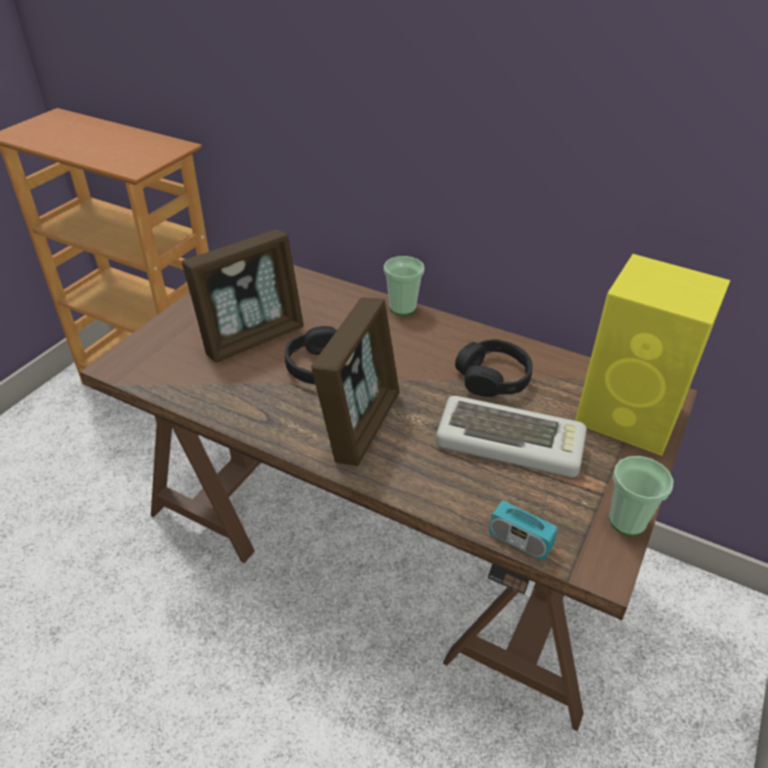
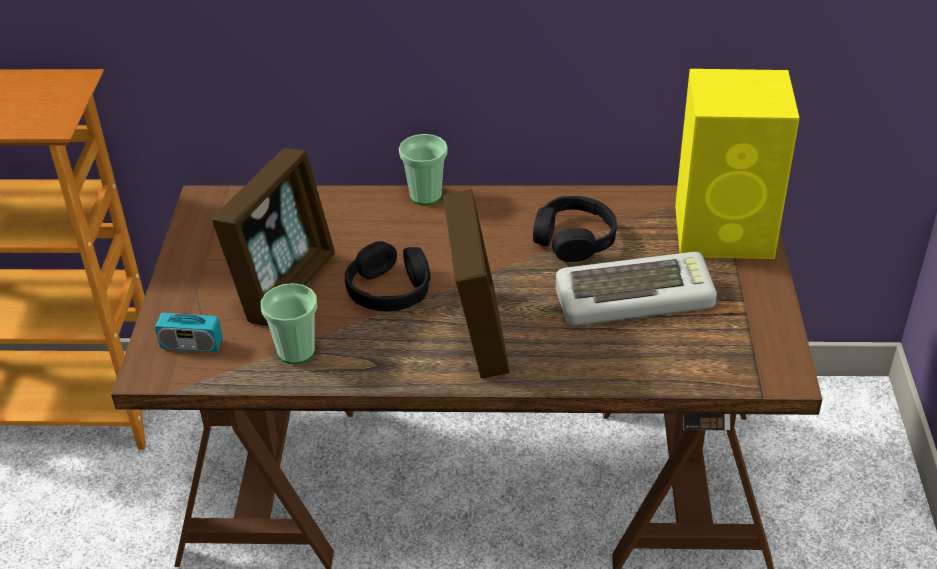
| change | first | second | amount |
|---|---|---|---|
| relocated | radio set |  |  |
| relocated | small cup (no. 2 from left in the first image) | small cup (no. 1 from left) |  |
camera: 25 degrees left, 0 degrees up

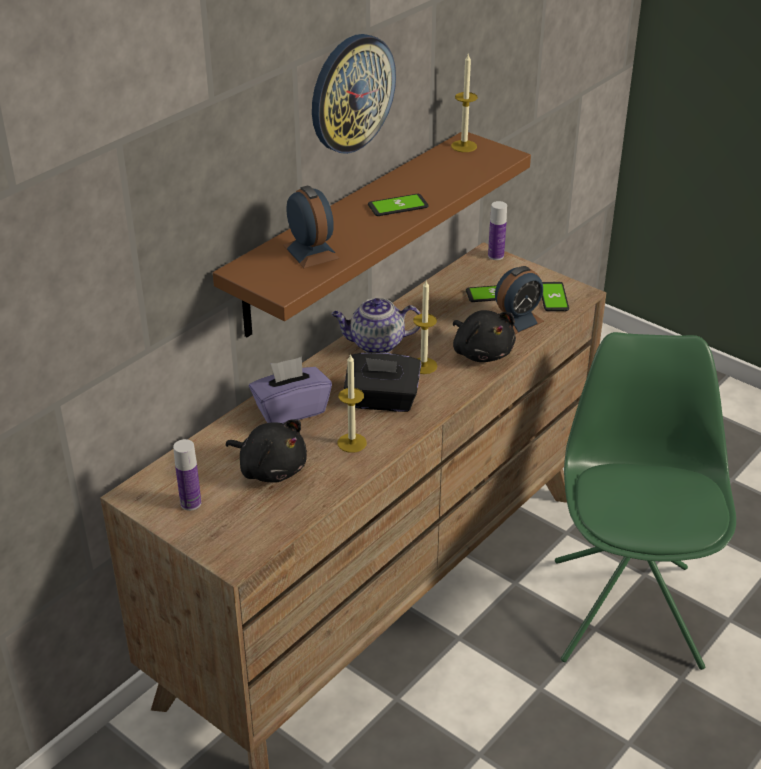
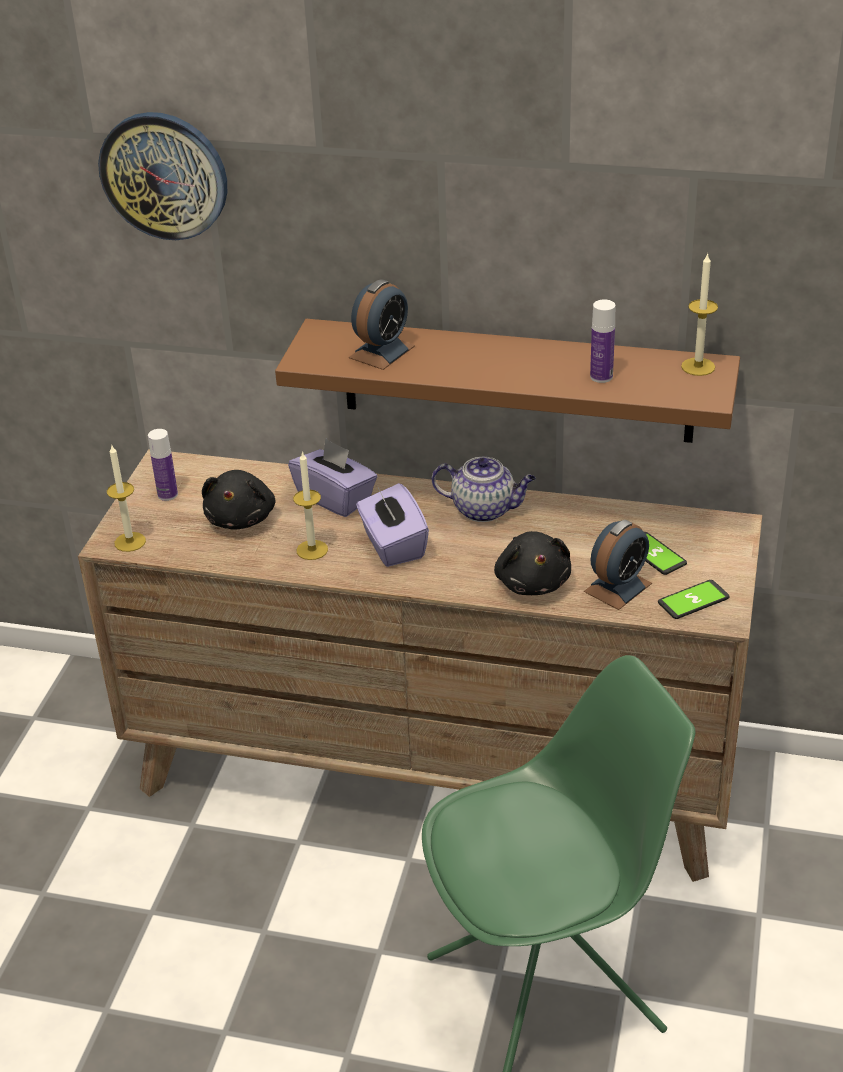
| change | first | second | amount |
|---|---|---|---|
| relocated | wall clock |  |  |
| spun | tea pot |  | 135 degrees clockwise |
| colour | box of tissues/black-coloured | box of tissues/purple-coloured (no. 2 from left) |  |
| missing | telephone (no. 1 from left) |  |  |
| relocated | wax light (no. 2 from left in the first image) | wax light (no. 1 from left) |  |
| spun | cuddly toy/black-coloured (no. 2 from left) |  | 45 degrees counterclockwise |
| relocated | bottle (no. 2 from left) |  |  |
| spun | alarm clock (no. 2 from left) |  | 75 degrees counterclockwise |
camera: 65 degrees right, 0 degrees up

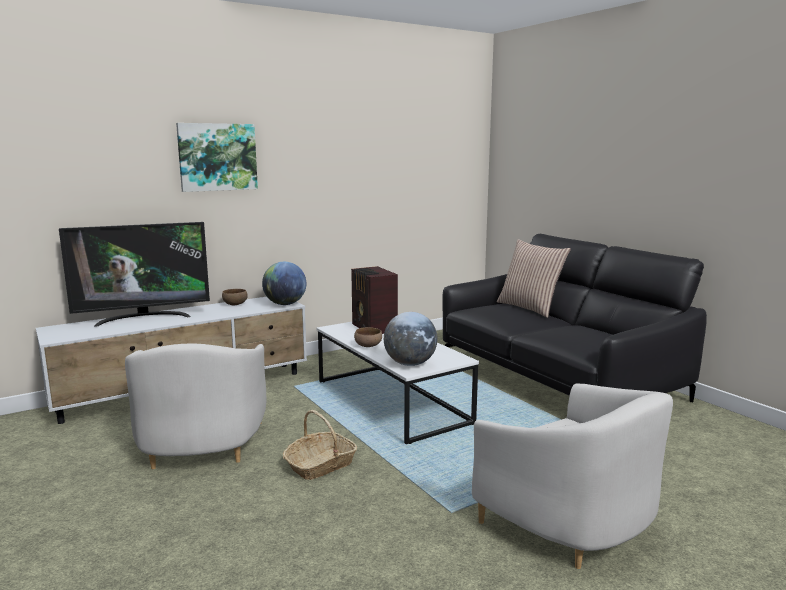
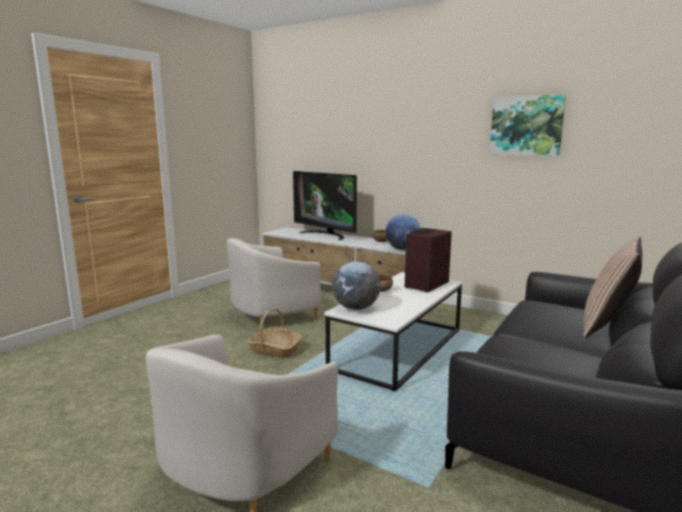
| change | first | second | amount |
|---|---|---|---|
| relocated | picture |  |  |
camera: 65 degrees right, 0 degrees up

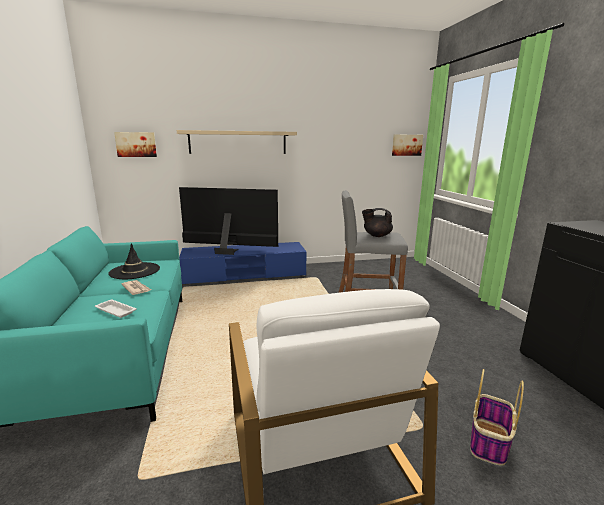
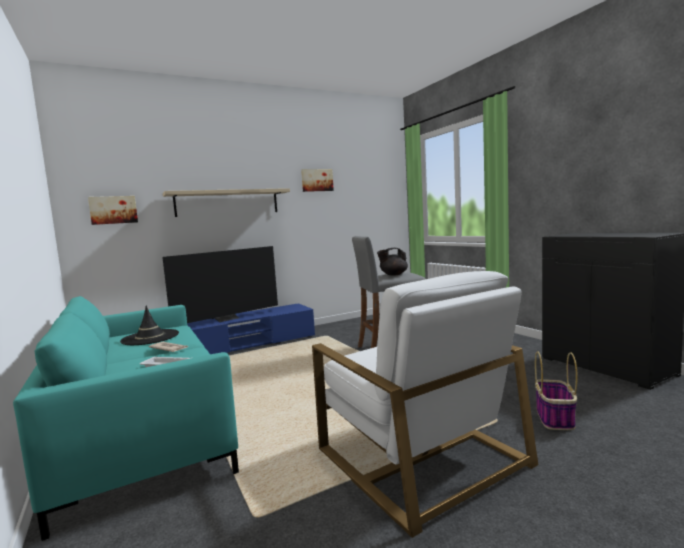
| change | first | second | amount |
|---|---|---|---|
| spun | TV set |  | 150 degrees clockwise |
| relocated | picture (no. 2 from left) |  |  |
camera: 15 degrees left, 10 degrees down

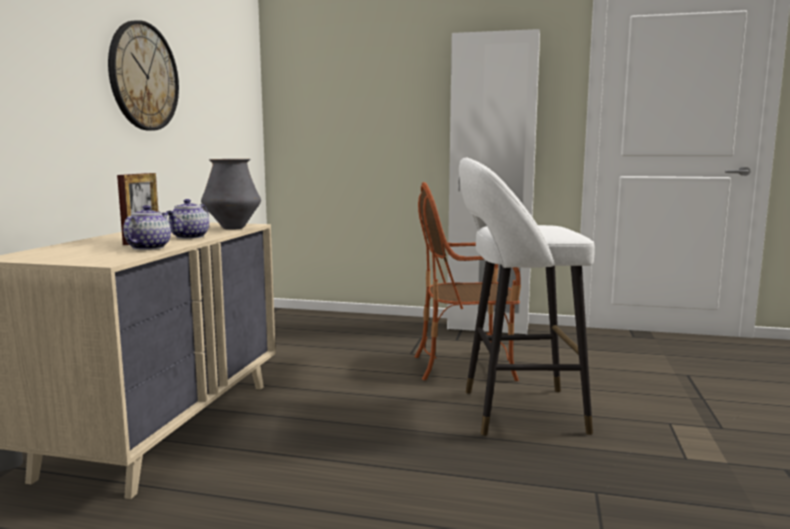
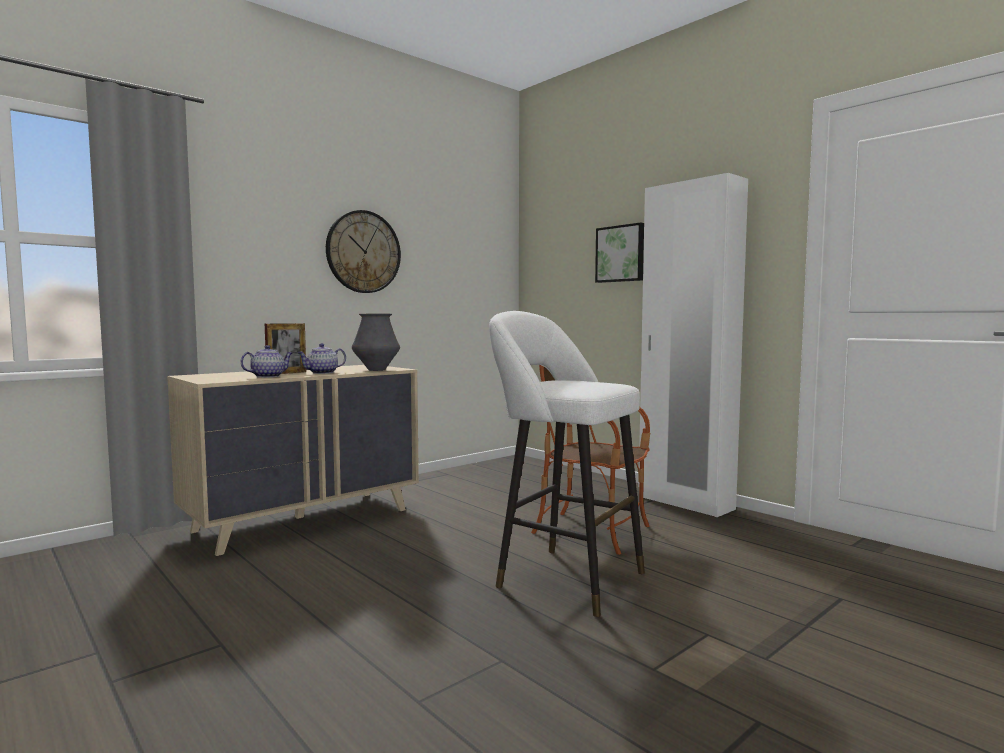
| change | first | second | amount |
|---|---|---|---|
| appeared |  | picture |  |
camera: 35 degrees right, 5 degrees down

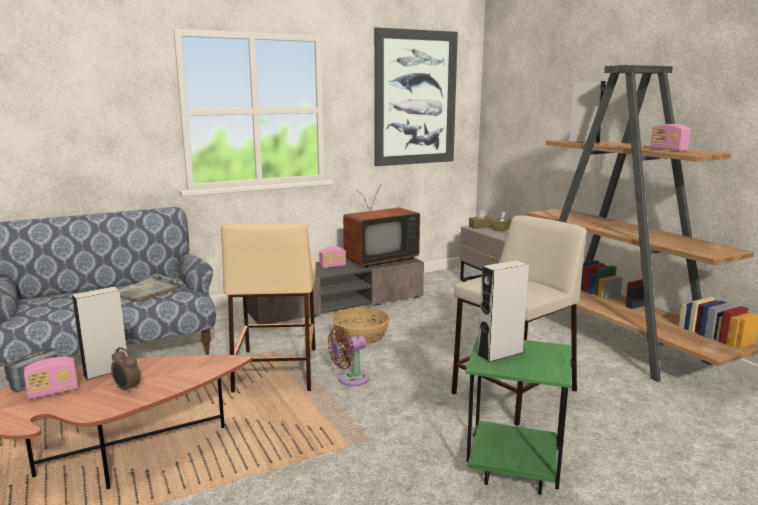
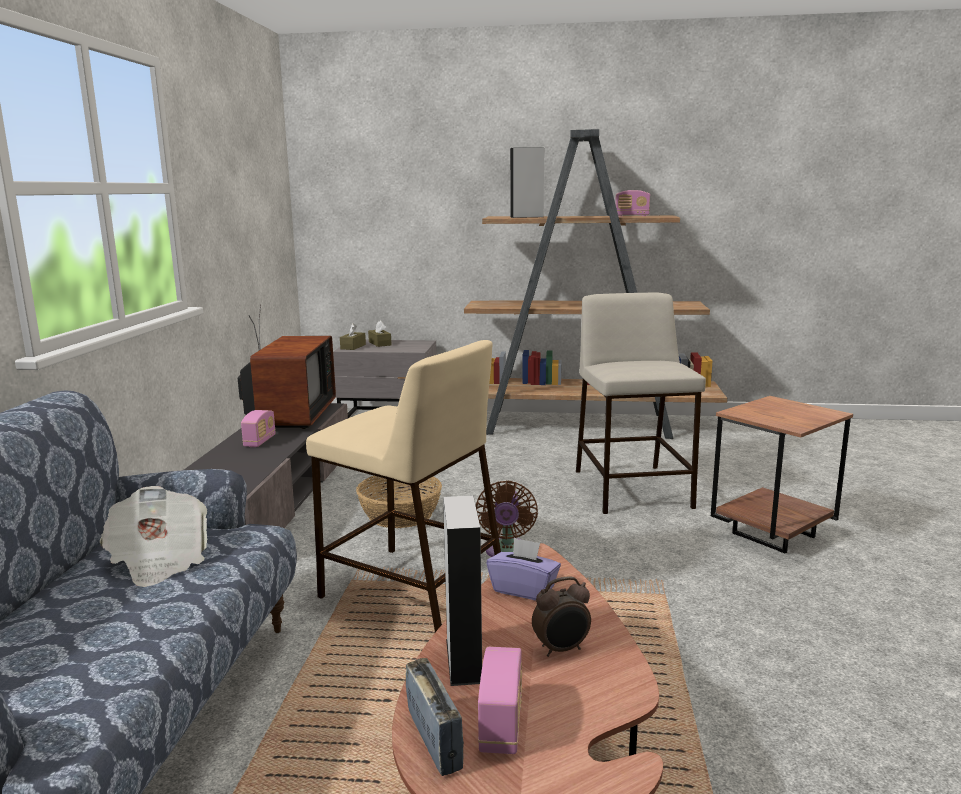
| change | first | second | amount |
|---|---|---|---|
| exchanged | serving tray/greyish | daily paper |  |
| missing | picture |  |  |
| colour | end table/greenish | end table/brownish |  |
| missing | speaker/greyish (no. 2 from left) |  |  |
| appeared |  | box of tissues/purple-coloured |  |
camera: 55 degrees left, 0 degrees up

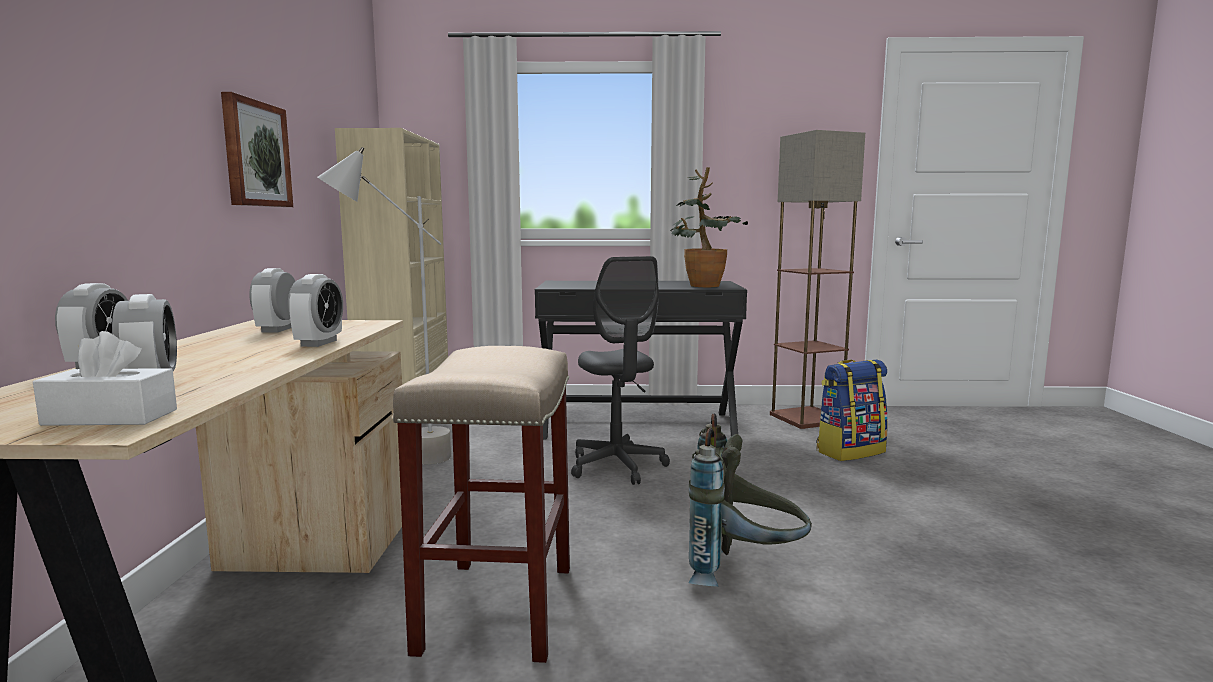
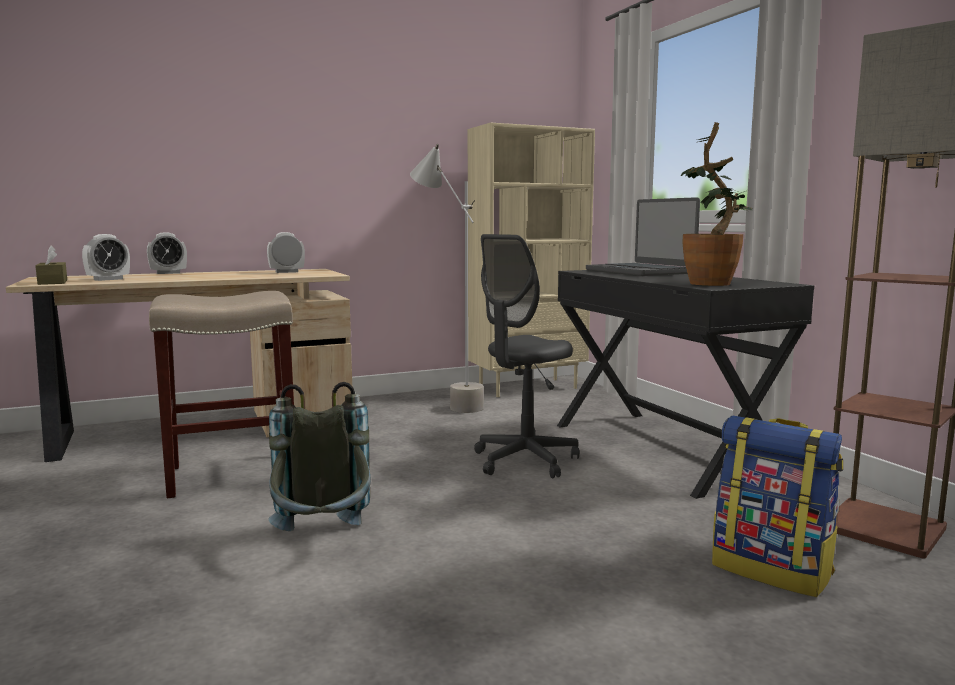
| change | first | second | amount |
|---|---|---|---|
| colour | box of tissues/white | box of tissues/brownish |  |
| missing | picture |  |  |
| missing | alarm clock (no. 4 from left) |  |  |
| appeared |  | laptop |  |
camera: 65 degrees right, 0 degrees up

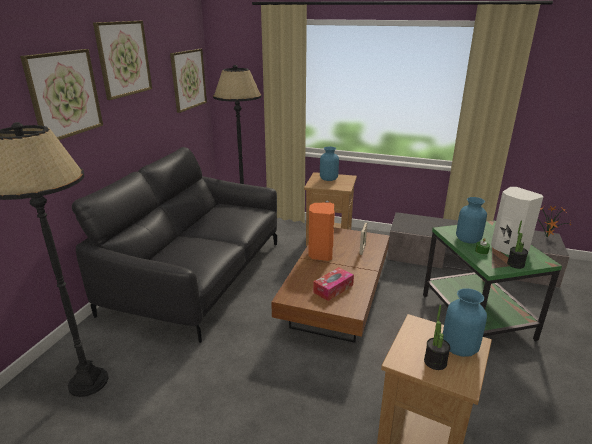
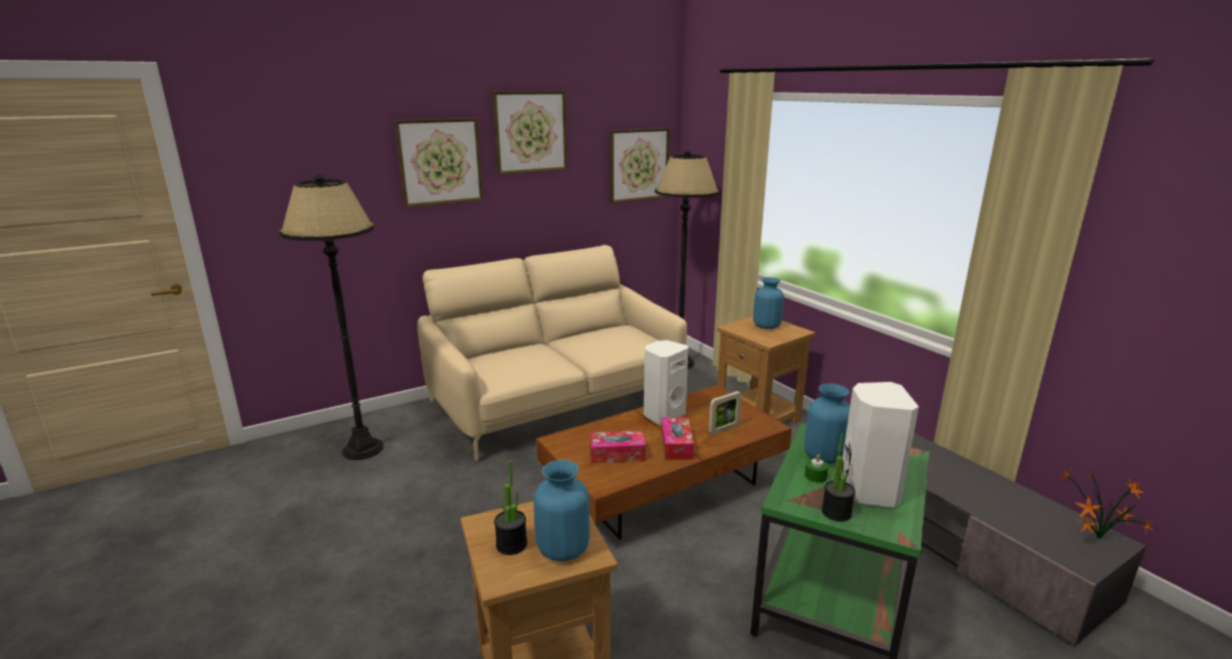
| change | first | second | amount |
|---|---|---|---|
| colour | sofa/black-coloured | sofa/beige |  |
| colour | speaker/orange | speaker/white (no. 1 from left) |  |
| appeared |  | box of tissues (no. 2 from left) |  |
camera: 40 degrees right, 5 degrees down

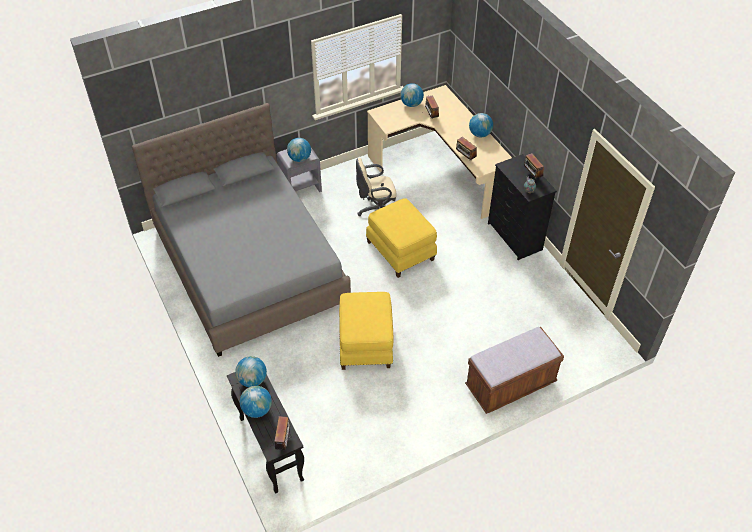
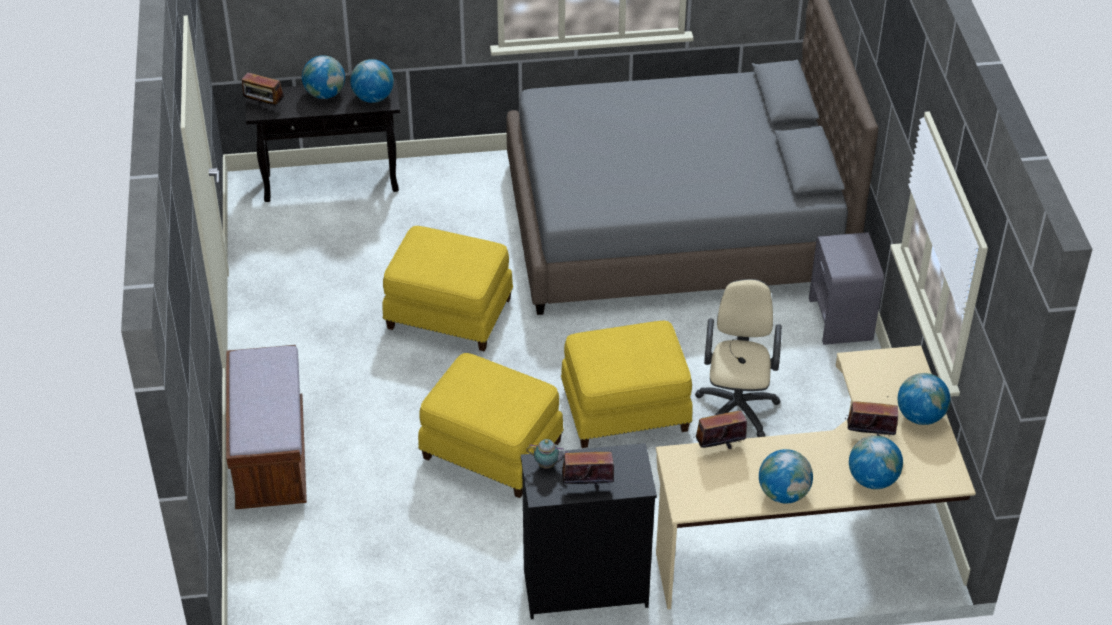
| change | first | second | amount |
|---|---|---|---|
| relocated | world globe (no. 3 from left in the first image) | world globe (no. 4 from left) |  |
| appeared |  | ottoman/yellow-coloured (no. 2 from left) |  |
camera: 110 degrees right, 5 degrees down

